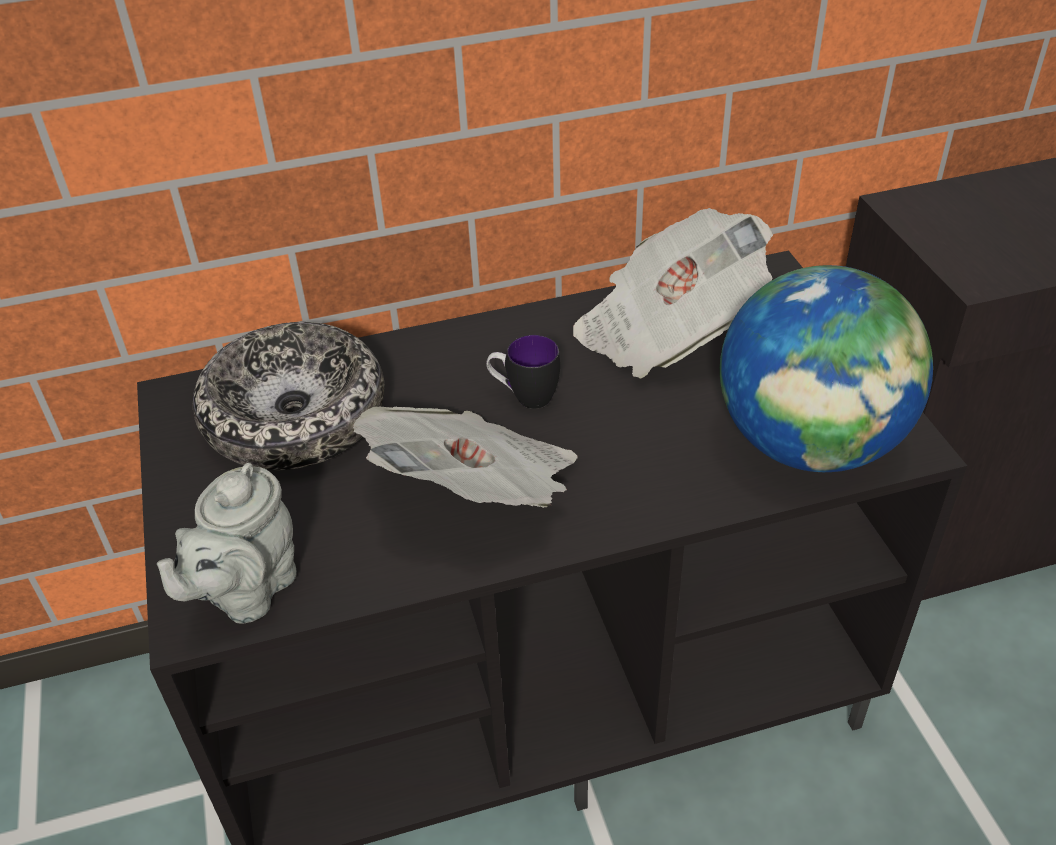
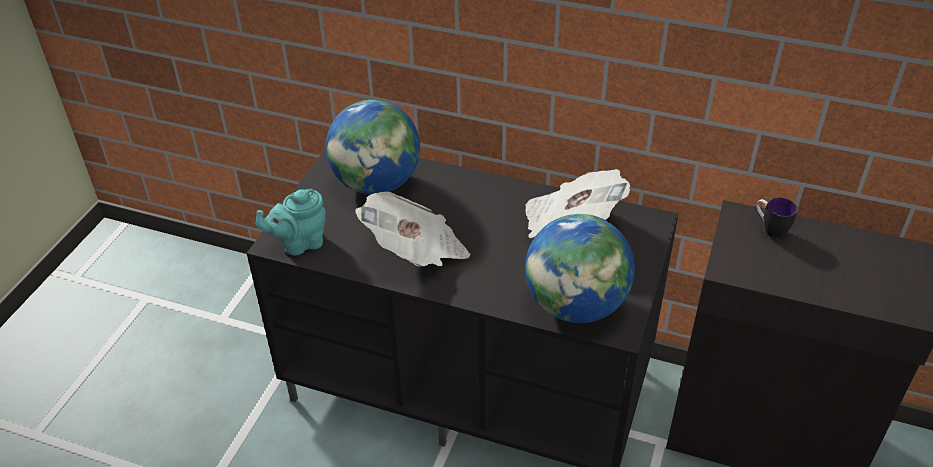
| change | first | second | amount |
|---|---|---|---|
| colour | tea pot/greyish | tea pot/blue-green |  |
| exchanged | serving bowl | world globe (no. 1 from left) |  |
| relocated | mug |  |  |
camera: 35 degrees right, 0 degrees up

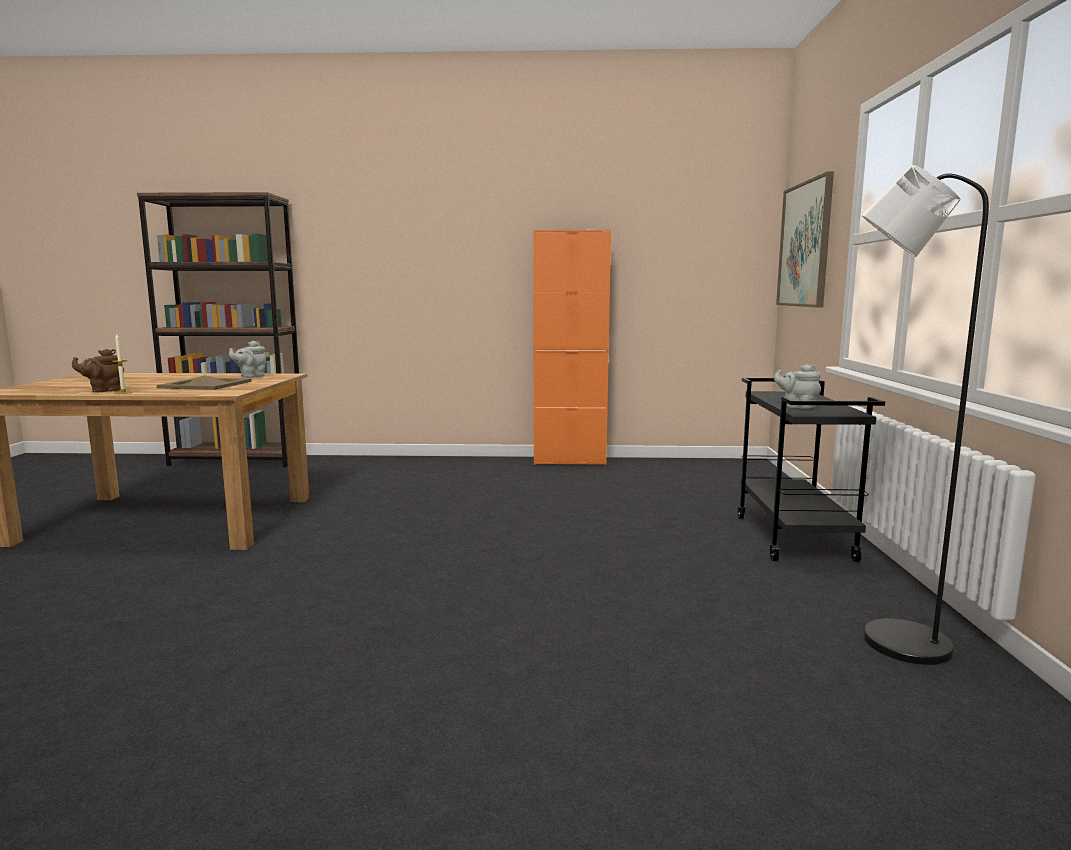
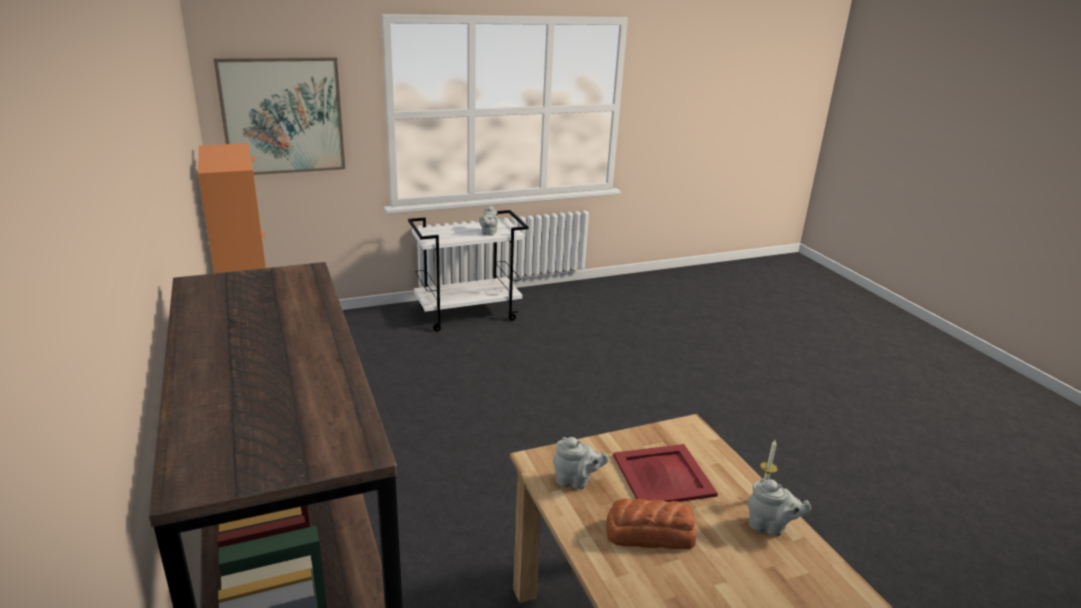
| change | first | second | amount |
|---|---|---|---|
| colour | tea pot/brownish | tea pot/greyish (no. 3 from left) |  |
| colour | serving tray/beige | serving tray/red-coloured |  |
| colour | trolley/black-coloured | trolley/white |  |
| missing | standing lamp/black-coloured |  |  |
| appeared |  | baked bread |  |
camera: 115 degrees left, 15 degrees up

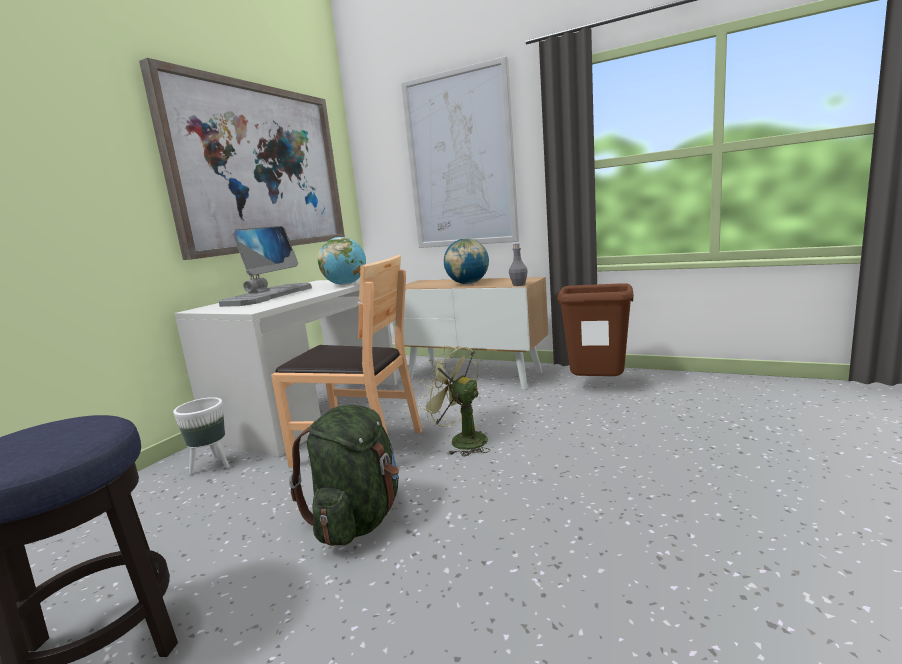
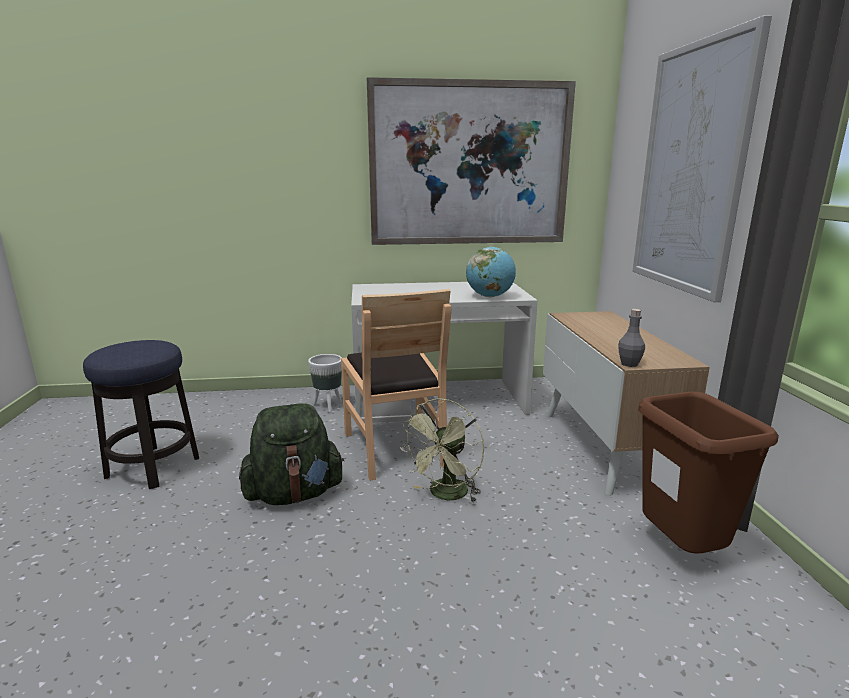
| change | first | second | amount |
|---|---|---|---|
| missing | computer screen |  |  |
| spun | fan/greenish |  | 150 degrees counterclockwise |
| missing | world globe (no. 2 from left) |  |  |
camera: 55 degrees right, 5 degrees up

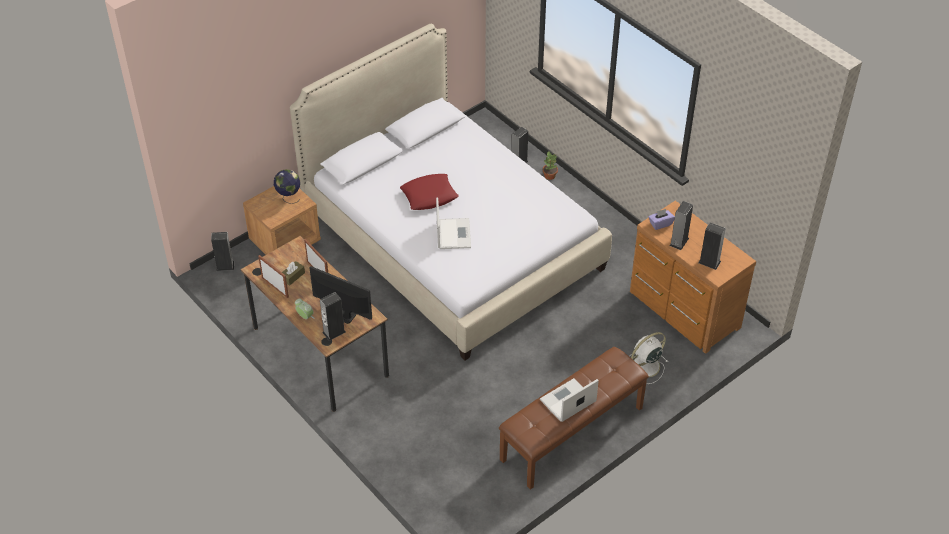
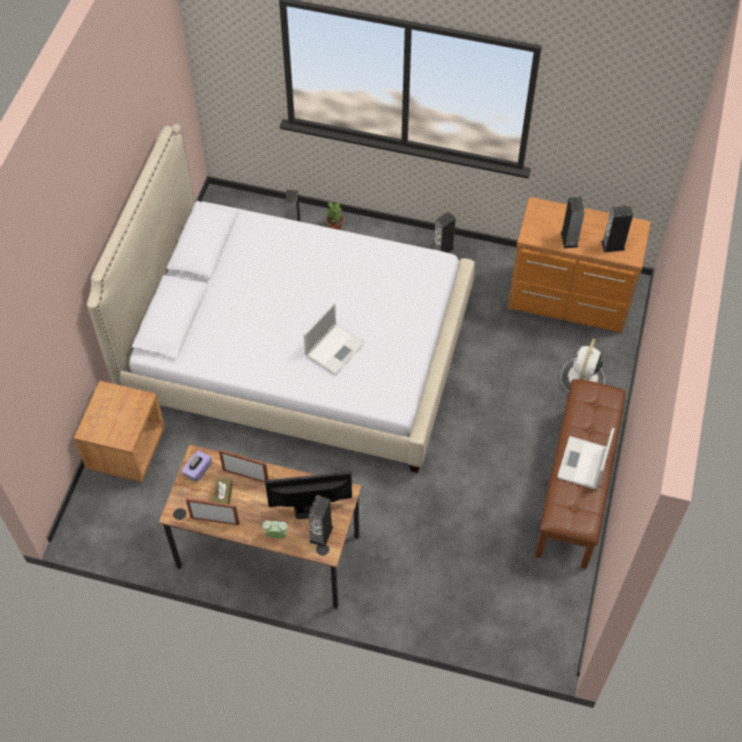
| change | first | second | amount |
|---|---|---|---|
| relocated | speaker (no. 1 from left in the first image) | speaker (no. 3 from left) |  |
| missing | world globe |  |  |
| missing | pillow/red-coloured |  |  |
| spun | laptop (no. 1 from left) |  | 75 degrees clockwise |
| relocated | box of tissues/purple-coloured |  |  |
camera: 35 degrees left, 10 degrees up

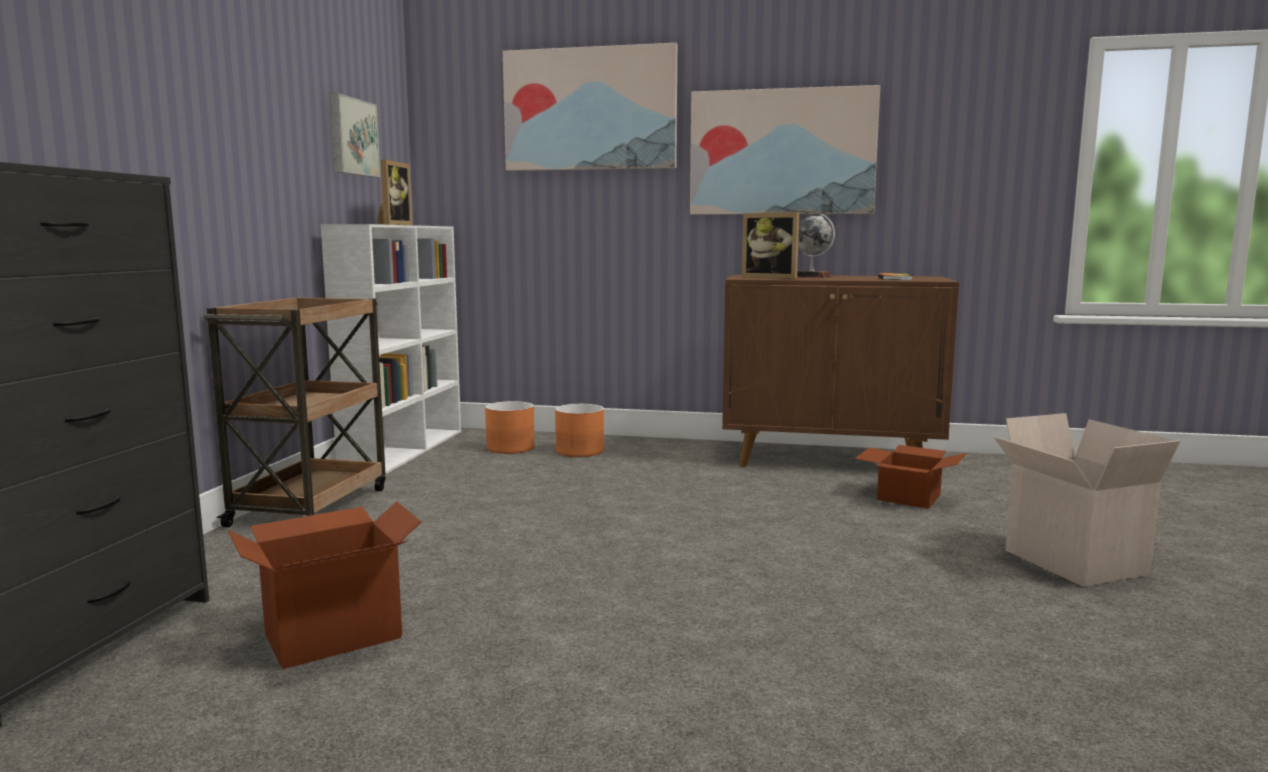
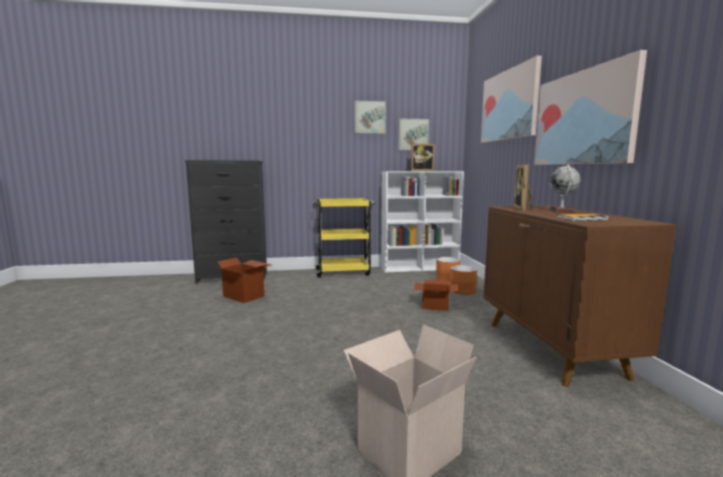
| change | first | second | amount |
|---|---|---|---|
| colour | trolley/brownish | trolley/yellow-coloured |  |
| relocated | packing box (no. 2 from left in the first image) | packing box (no. 3 from left) |  |
| appeared |  | picture (no. 1 from left) |  |
camera: 70 degrees right, 0 degrees up

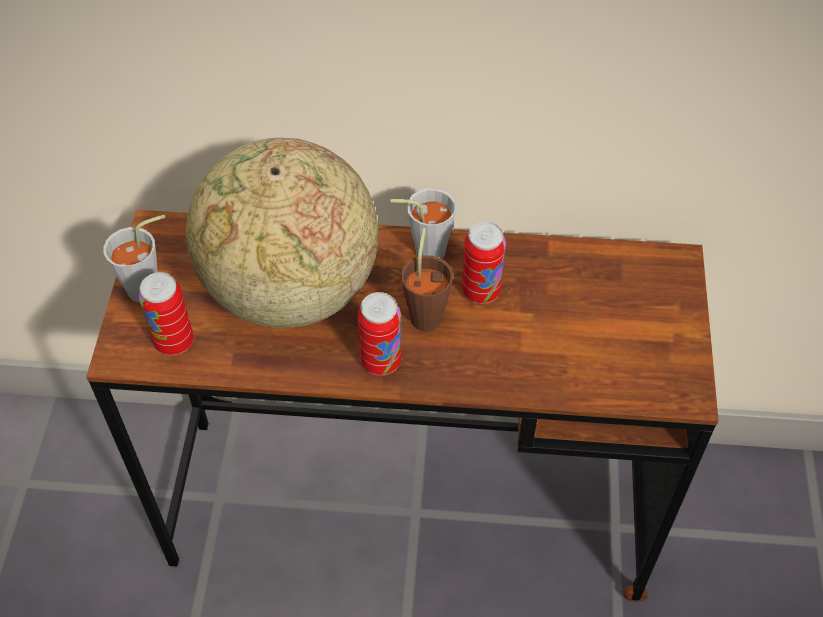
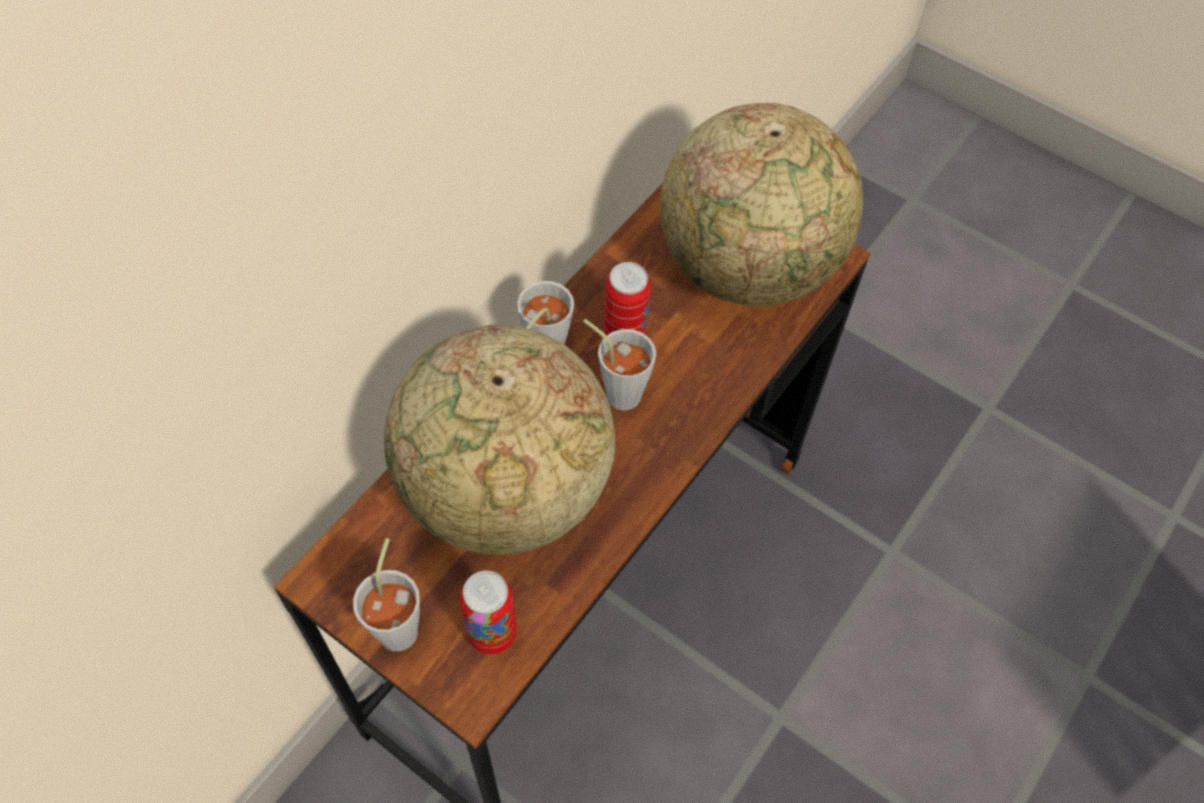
| change | first | second | amount |
|---|---|---|---|
| missing | metal can (no. 2 from left) |  |  |
| colour | small cup/brownish | small cup/greyish (no. 3 from left) |  |
| appeared |  | world globe (no. 2 from left) |  |
camera: 60 degrees left, 5 degrees up

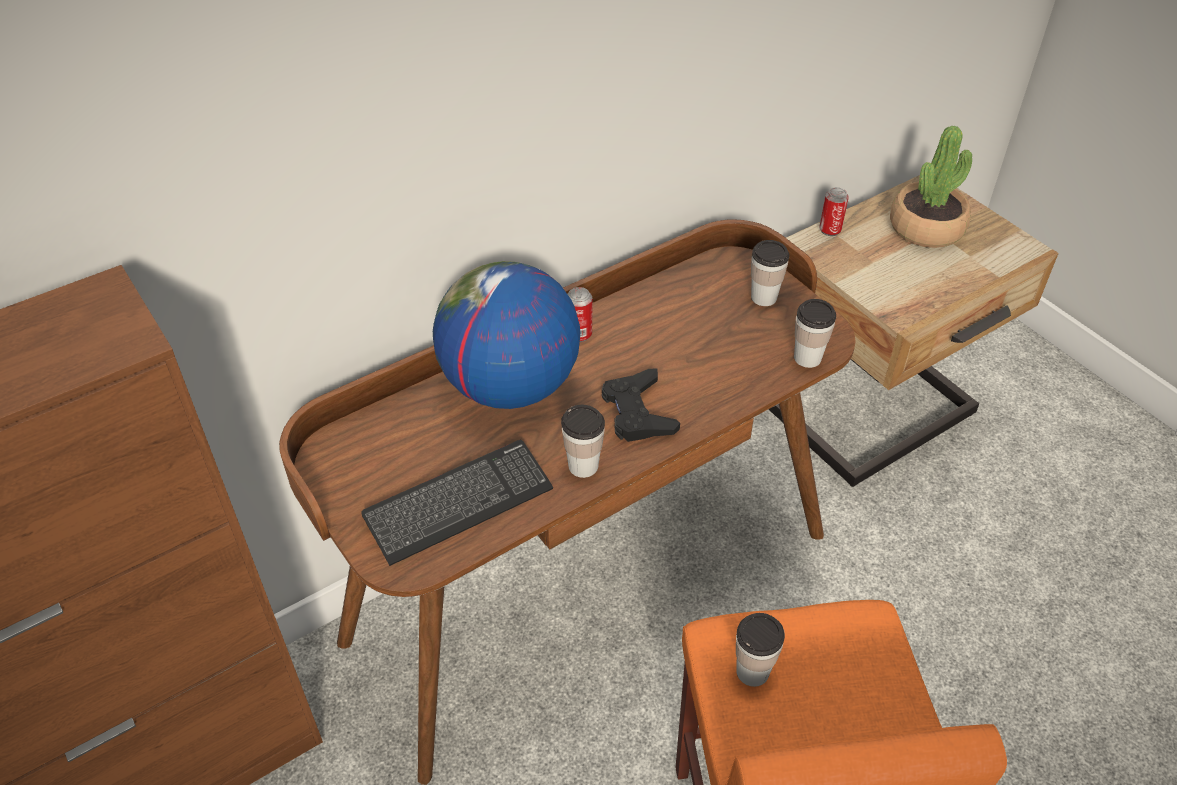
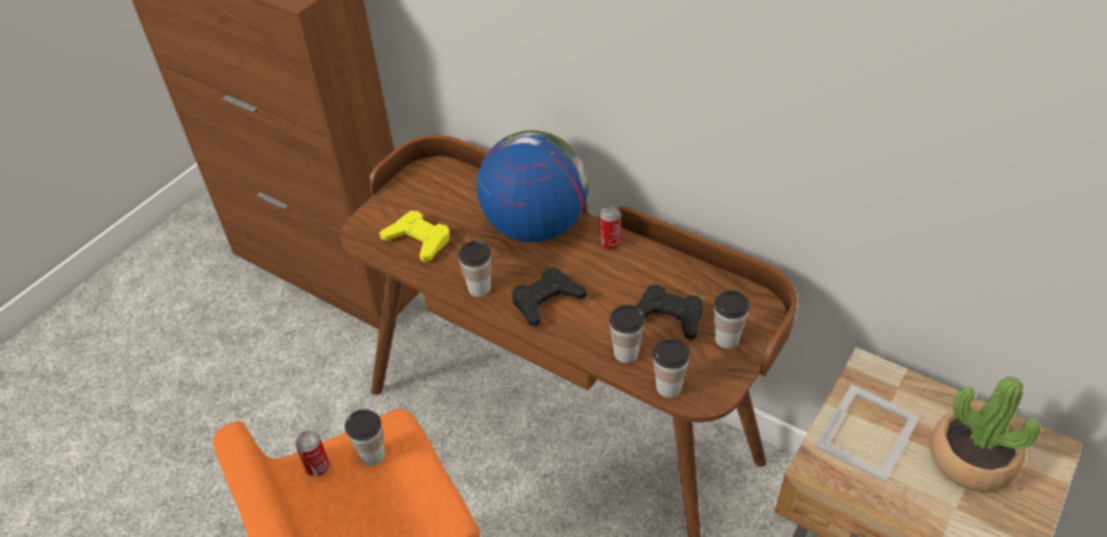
| change | first | second | amount |
|---|---|---|---|
| exchanged | keyboard | joypad/yellow-coloured |  |
| relocated | metal can (no. 2 from left in the first image) | metal can (no. 1 from left) |  |
| appeared |  | small cup (no. 3 from left) |  |
| appeared |  | joypad/black-coloured (no. 2 from left) |  |
| appeared |  | photo frame |  |
camera: 70 degrees right, 0 degrees up

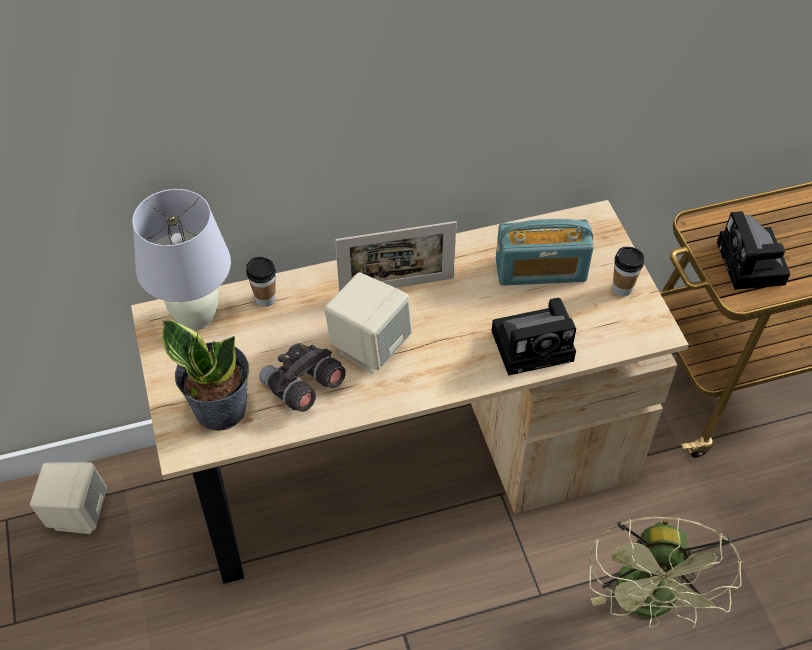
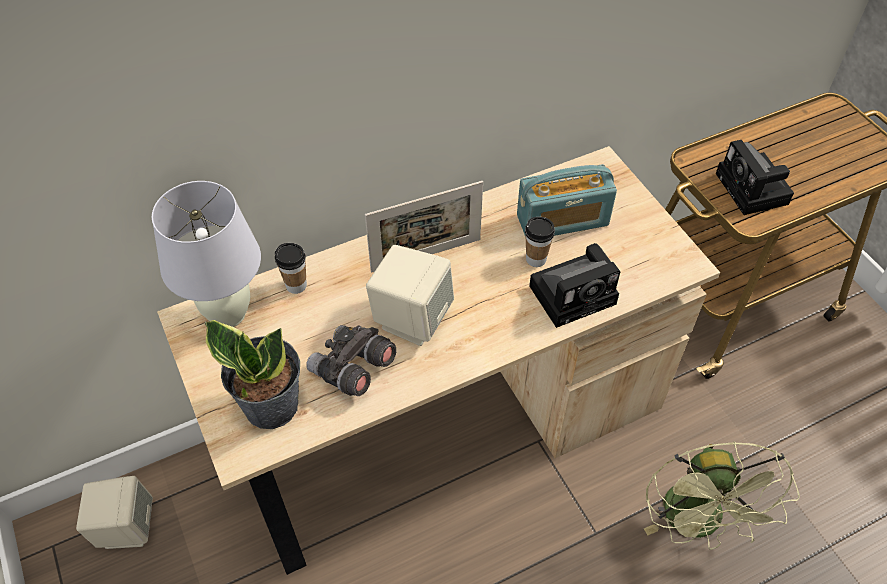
| change | first | second | amount |
|---|---|---|---|
| relocated | small cup (no. 2 from left) |  |  |
camera: 10 degrees left, 0 degrees up

